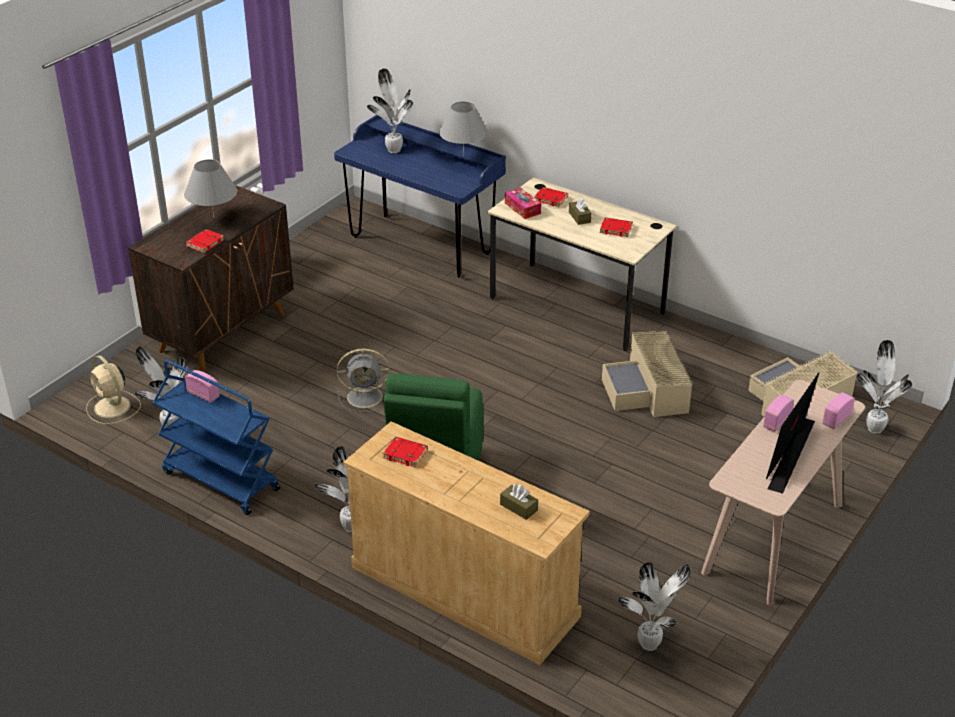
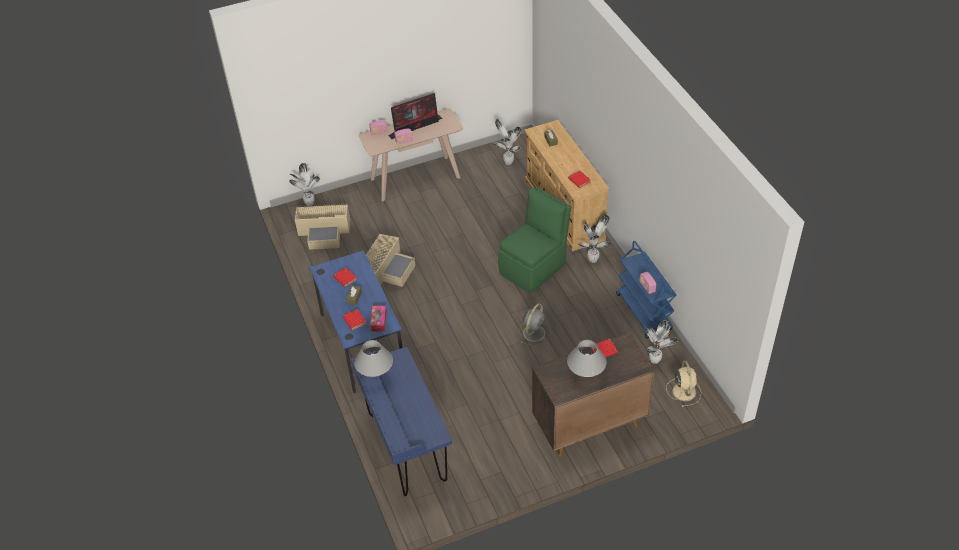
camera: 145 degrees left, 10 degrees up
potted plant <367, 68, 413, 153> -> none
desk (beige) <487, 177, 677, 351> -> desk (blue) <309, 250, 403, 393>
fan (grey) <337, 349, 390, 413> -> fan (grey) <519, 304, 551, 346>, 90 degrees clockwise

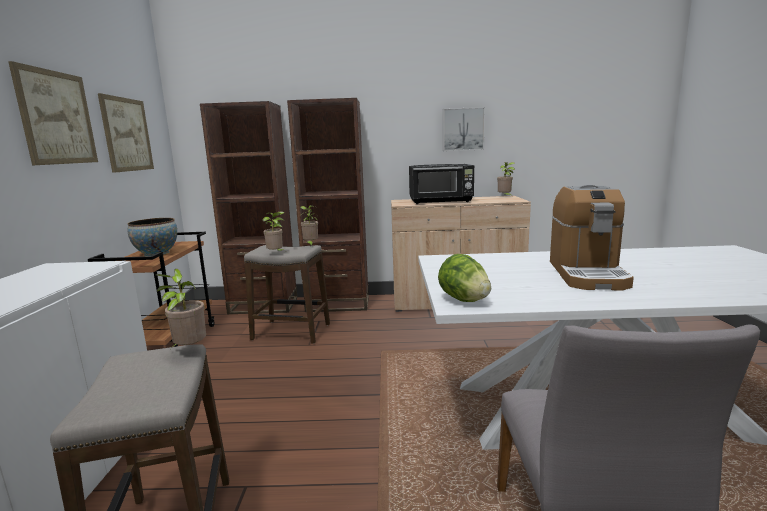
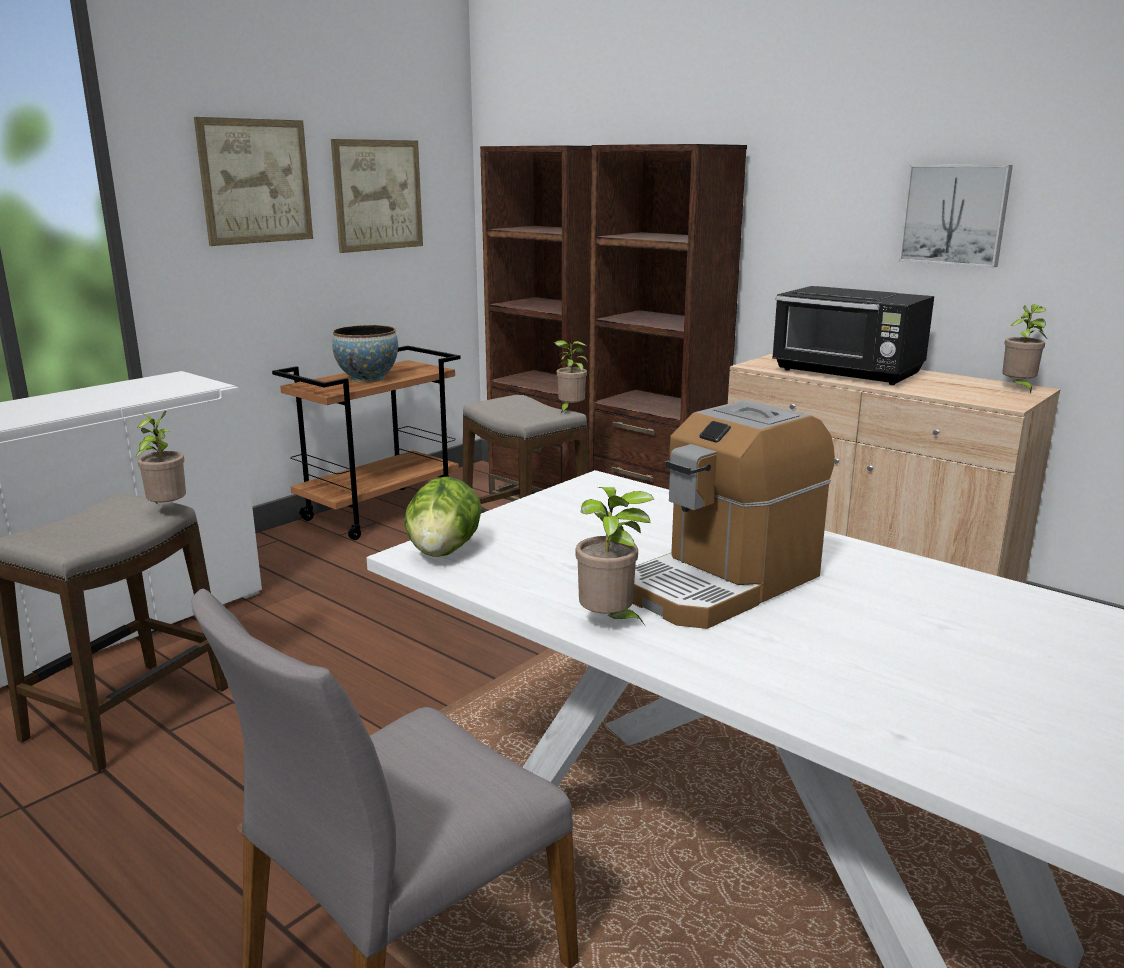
camera: 40 degrees right, 5 degrees up
potted plant <263, 212, 285, 251> -> potted plant <575, 487, 654, 625>, shifted

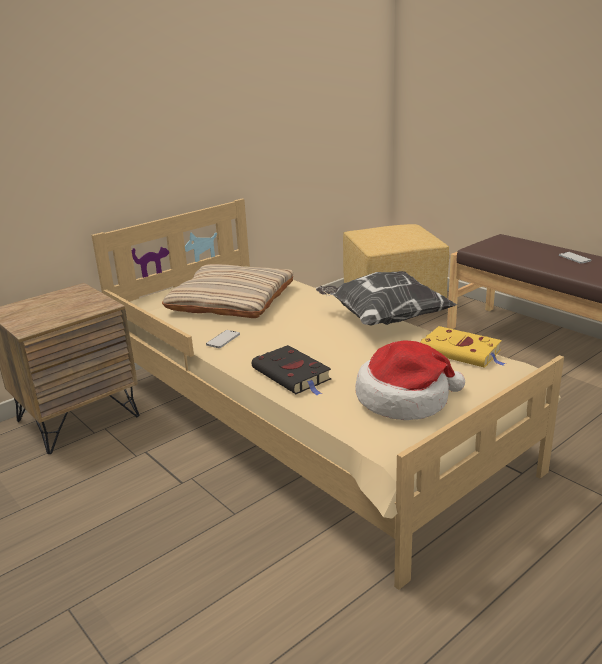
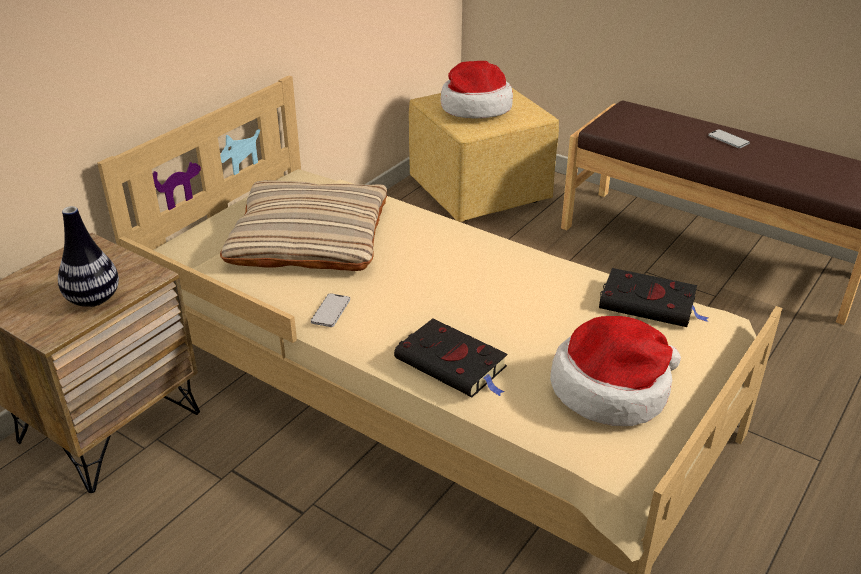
camera: 15 degrees left, 10 degrees up
pillow <316, 271, 457, 325> -> none
book (yellow) <420, 326, 506, 368> -> book (black) <599, 268, 709, 327>
none -> hat <441, 61, 513, 119>
none -> vase <58, 206, 119, 307>

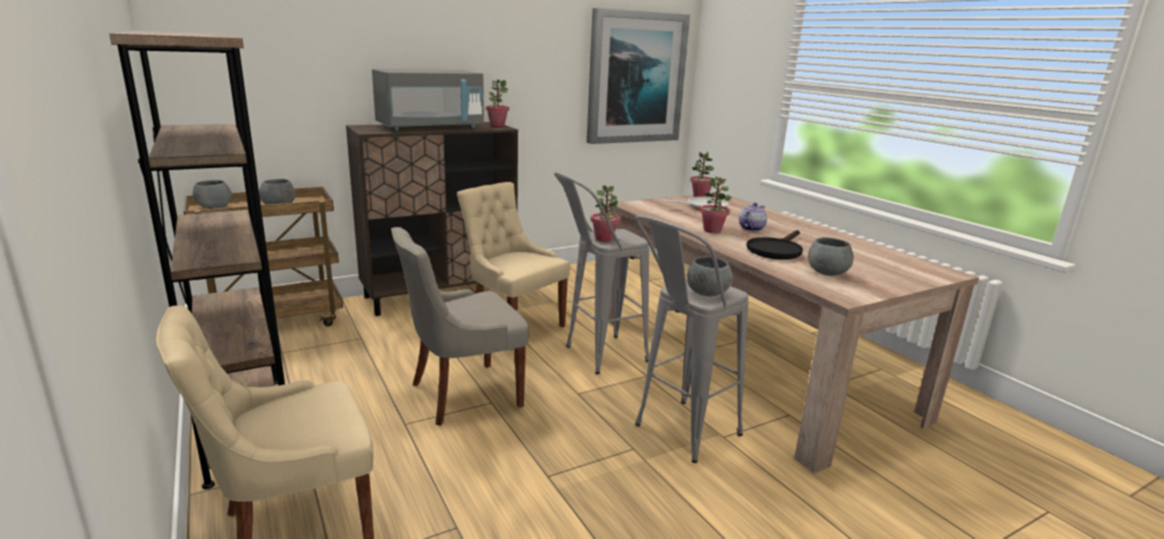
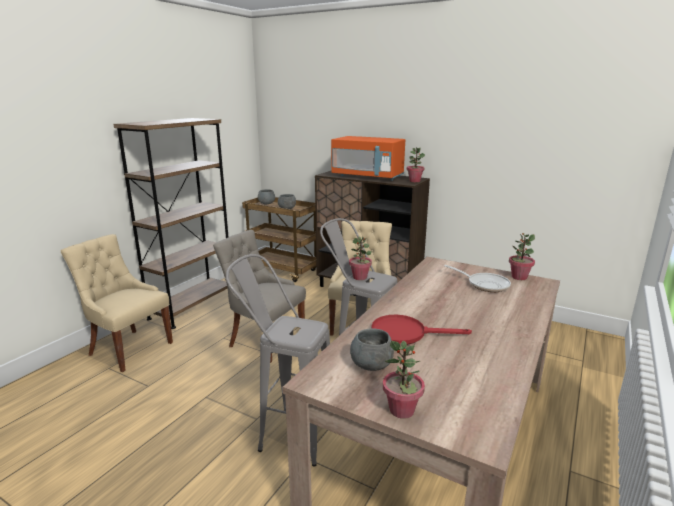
camera: 60 degrees right, 0 degrees up
picture <587, 8, 690, 144> -> none
microwave (grey) <372, 69, 484, 131> -> microwave (orange) <331, 136, 405, 181>
potted plant <700, 176, 731, 233> -> potted plant <383, 341, 425, 419>, shifted
teapot <739, 203, 767, 231> -> none
frying pan (black) <747, 230, 803, 260> -> frying pan (red) <371, 315, 472, 345>
bowl (grey) <687, 256, 733, 296> -> none

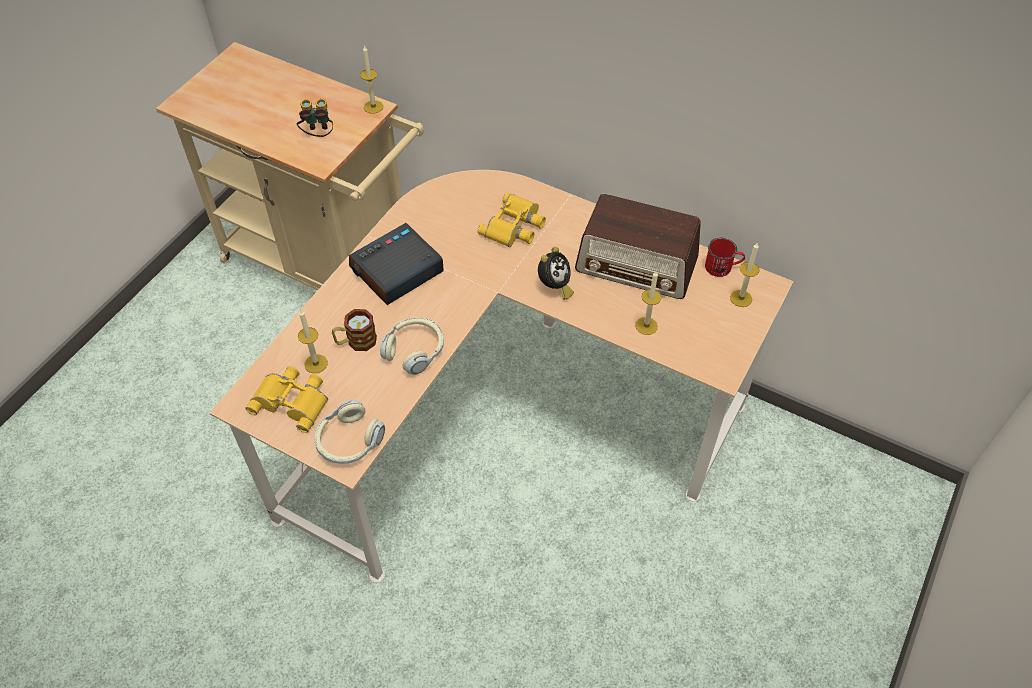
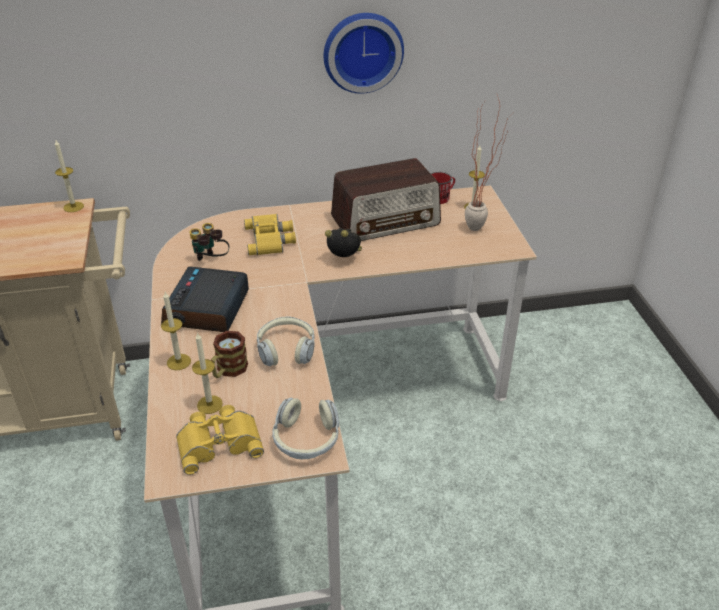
camera: 40 degrees left, 15 degrees down
binoculars <297, 98, 333, 137> -> binoculars <190, 223, 229, 261>, shifted
alarm clock <538, 247, 574, 300> -> alarm clock <325, 228, 362, 257>, 60 degrees counterclockwise
candle <635, 271, 661, 335> -> candle <161, 292, 191, 370>, shifted
none -> wall clock <324, 13, 404, 94>
none -> potted plant <465, 95, 510, 231>

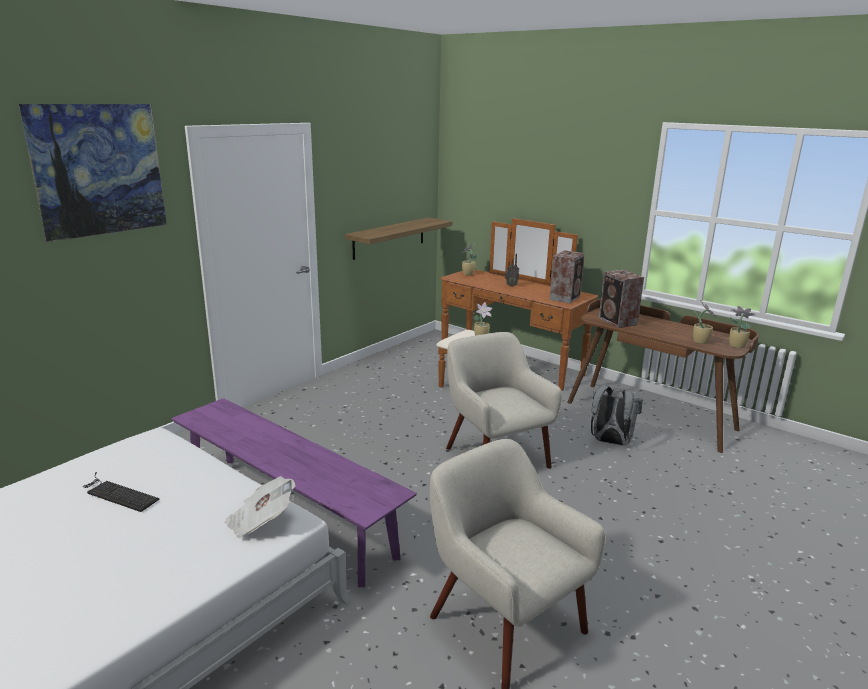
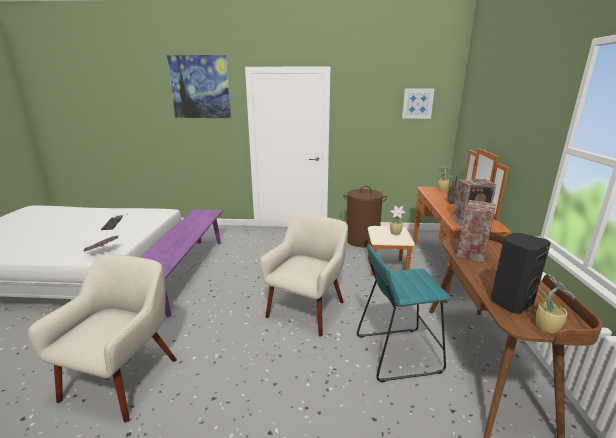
camera: 55 degrees right, 0 degrees up
shelf <345, 217, 452, 260> -> none
potted plant <693, 300, 716, 344> -> speaker (black) <491, 233, 551, 314>
backpack (grey) <591, 386, 643, 445> -> stool (turquoise) <357, 244, 451, 383>
none -> picture <402, 88, 435, 119>
none -> laundry basket (brown) <343, 186, 387, 247>

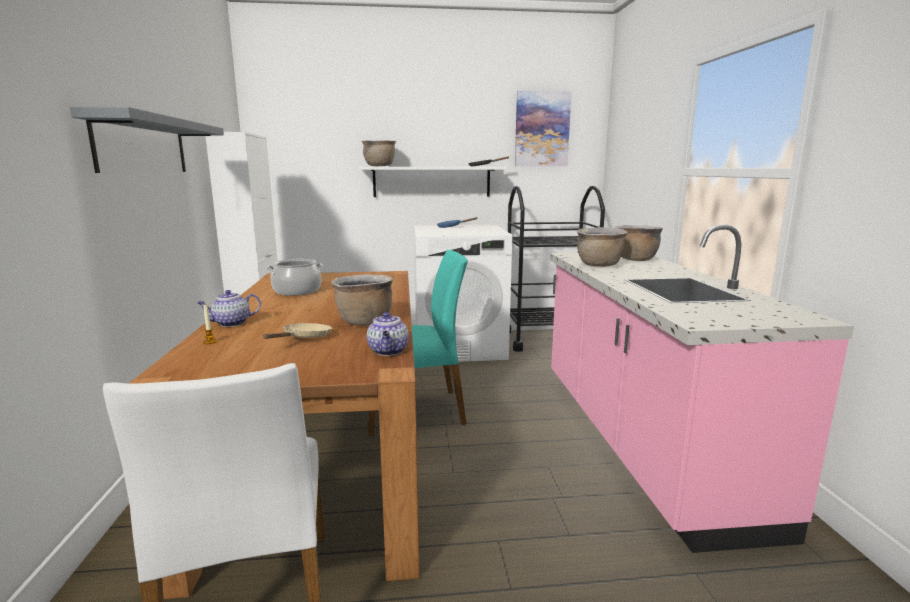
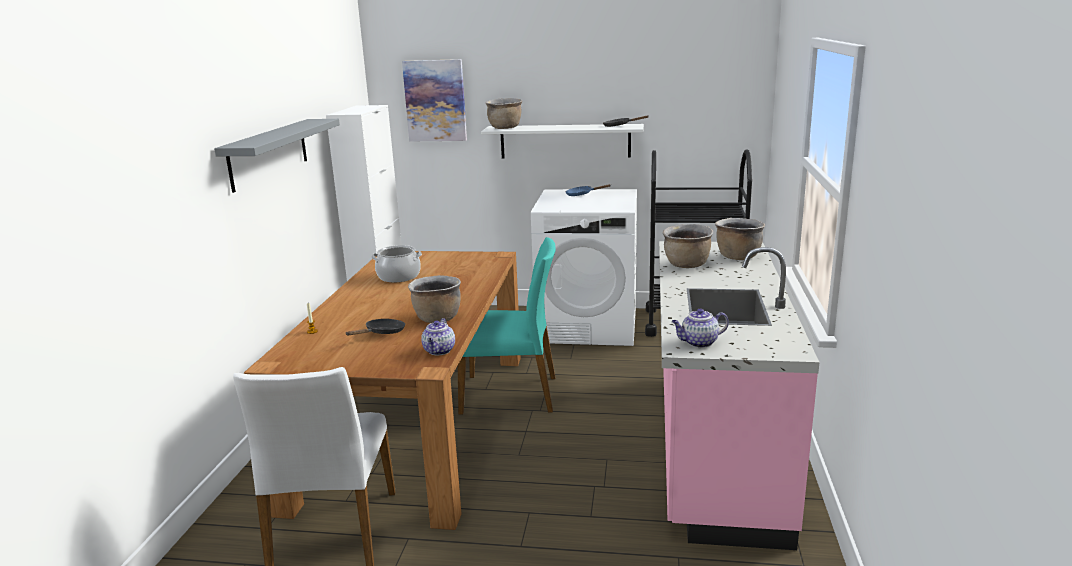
camera: 15 degrees right, 5 degrees up
picture <515, 91, 572, 166> -> picture <402, 59, 467, 141>, shifted
teapot <197, 290, 261, 327> -> teapot <671, 309, 729, 348>, shifted
frying pan (beige) <263, 323, 332, 339> -> frying pan (black) <345, 319, 405, 336>

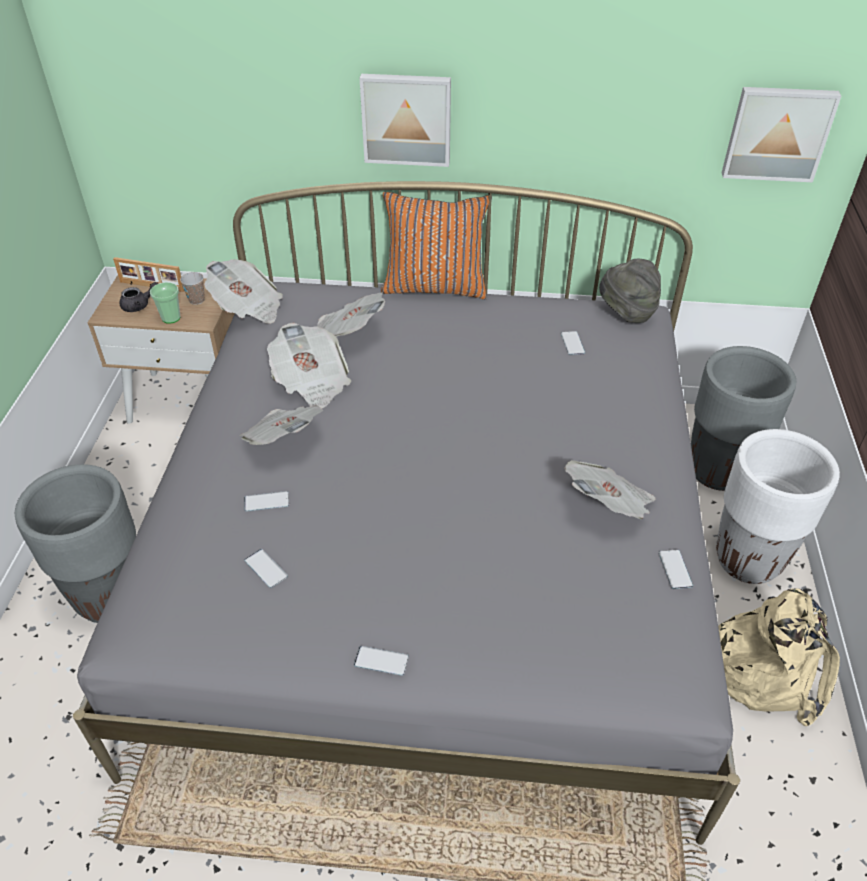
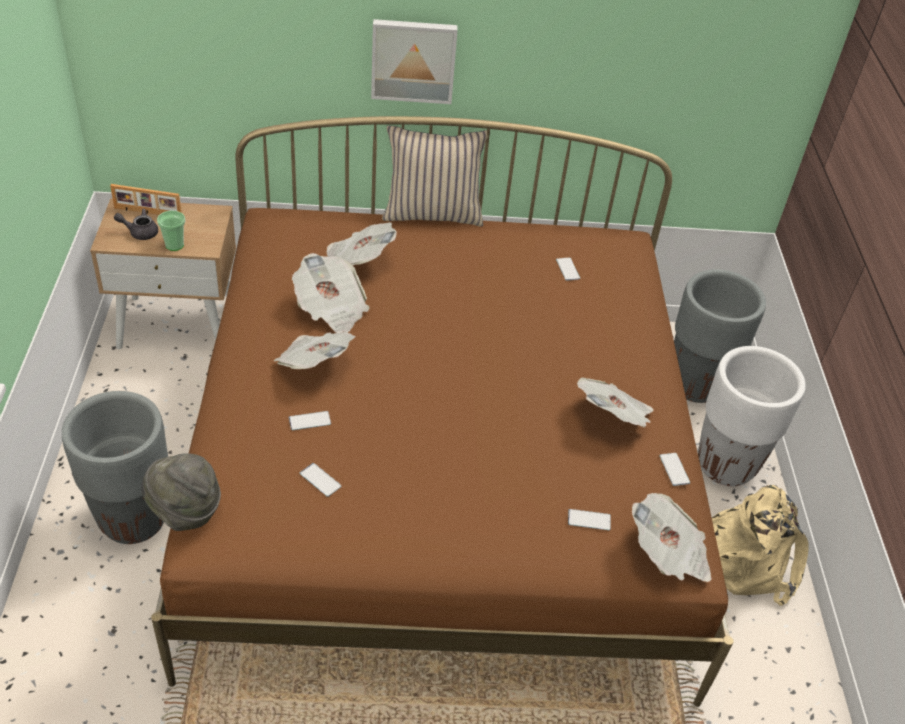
camera: 10 degrees left, 0 degrees up
picture <722, 87, 841, 182> -> none
bed (grey) <73, 181, 740, 845> -> bed (brown) <151, 116, 734, 707>
pillow (orange) <381, 192, 492, 299> -> pillow (beige) <382, 126, 490, 227>
newspaper <204, 259, 283, 324> -> newspaper <632, 493, 712, 582>, shifted
hat (grey) <599, 259, 661, 323> -> hat (grey) <141, 453, 221, 531>, shifted
cup <180, 272, 205, 305> -> none
teapot (grey) <120, 282, 158, 312> -> teapot (grey) <114, 209, 158, 240>, 150 degrees counterclockwise
phone <354, 646, 409, 676> -> phone <568, 509, 611, 530>, shifted

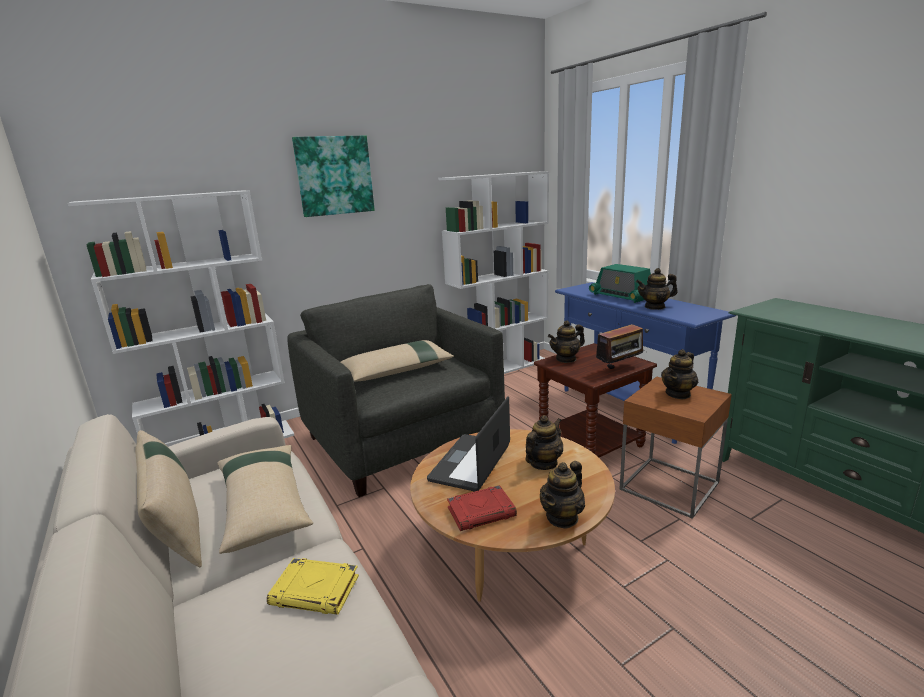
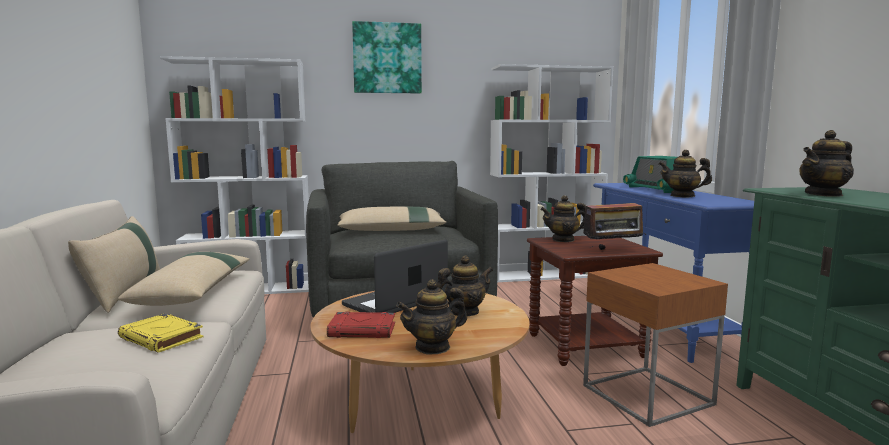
camera: 20 degrees right, 10 degrees down
teapot <661, 349, 698, 399> -> teapot <799, 130, 854, 197>, shifted

